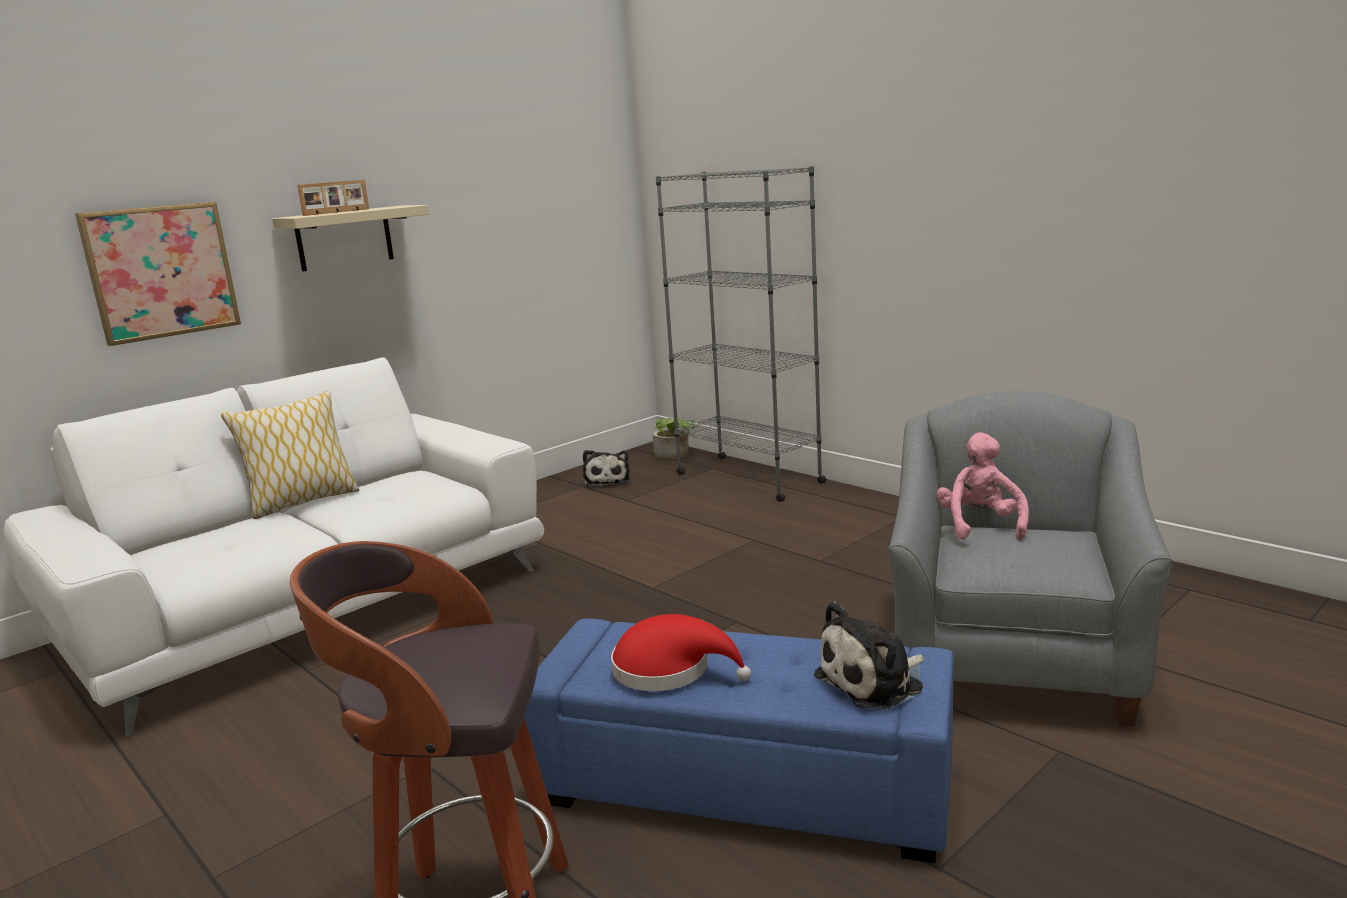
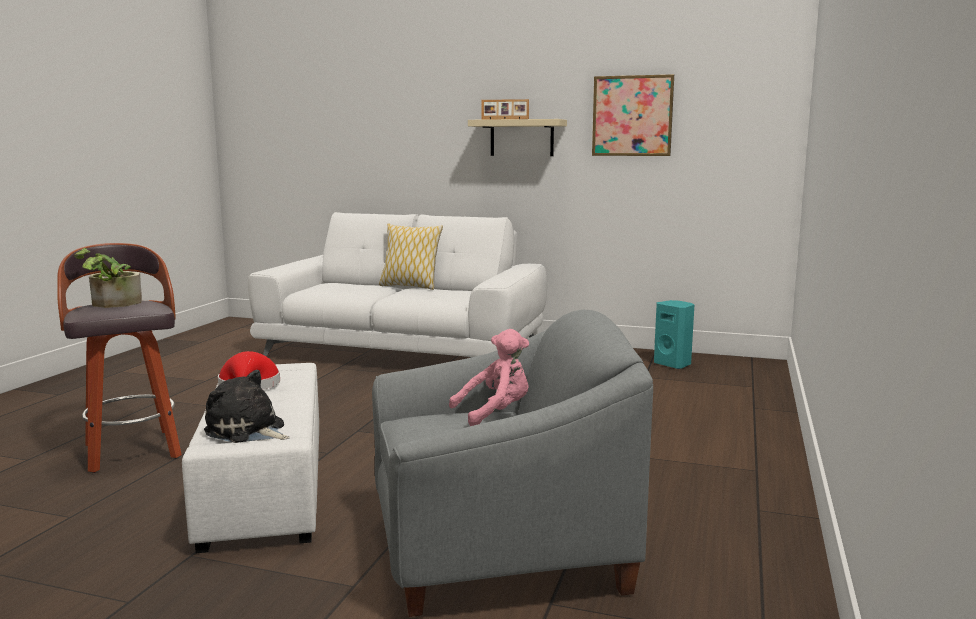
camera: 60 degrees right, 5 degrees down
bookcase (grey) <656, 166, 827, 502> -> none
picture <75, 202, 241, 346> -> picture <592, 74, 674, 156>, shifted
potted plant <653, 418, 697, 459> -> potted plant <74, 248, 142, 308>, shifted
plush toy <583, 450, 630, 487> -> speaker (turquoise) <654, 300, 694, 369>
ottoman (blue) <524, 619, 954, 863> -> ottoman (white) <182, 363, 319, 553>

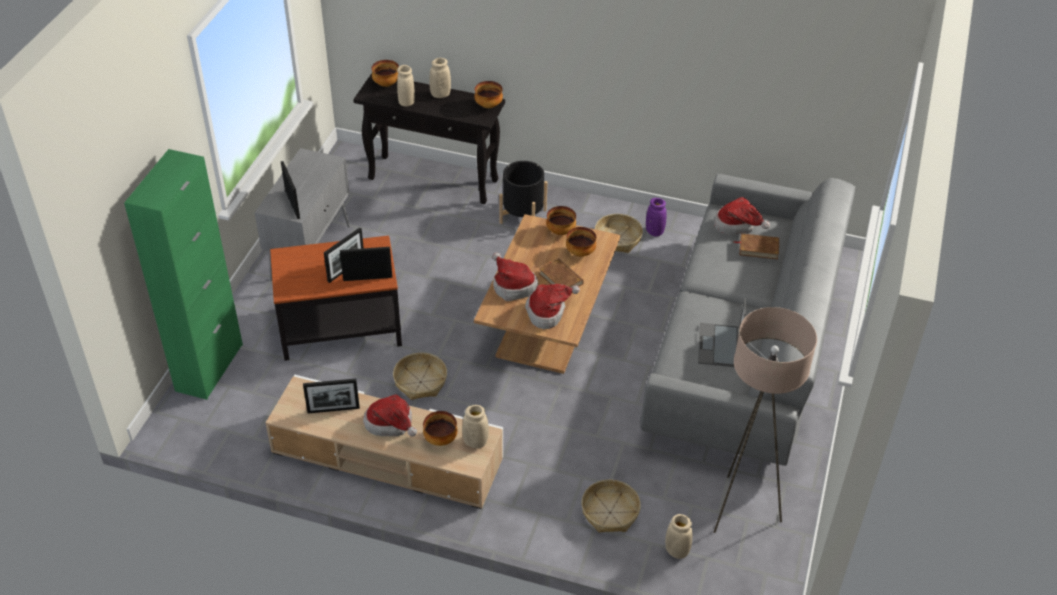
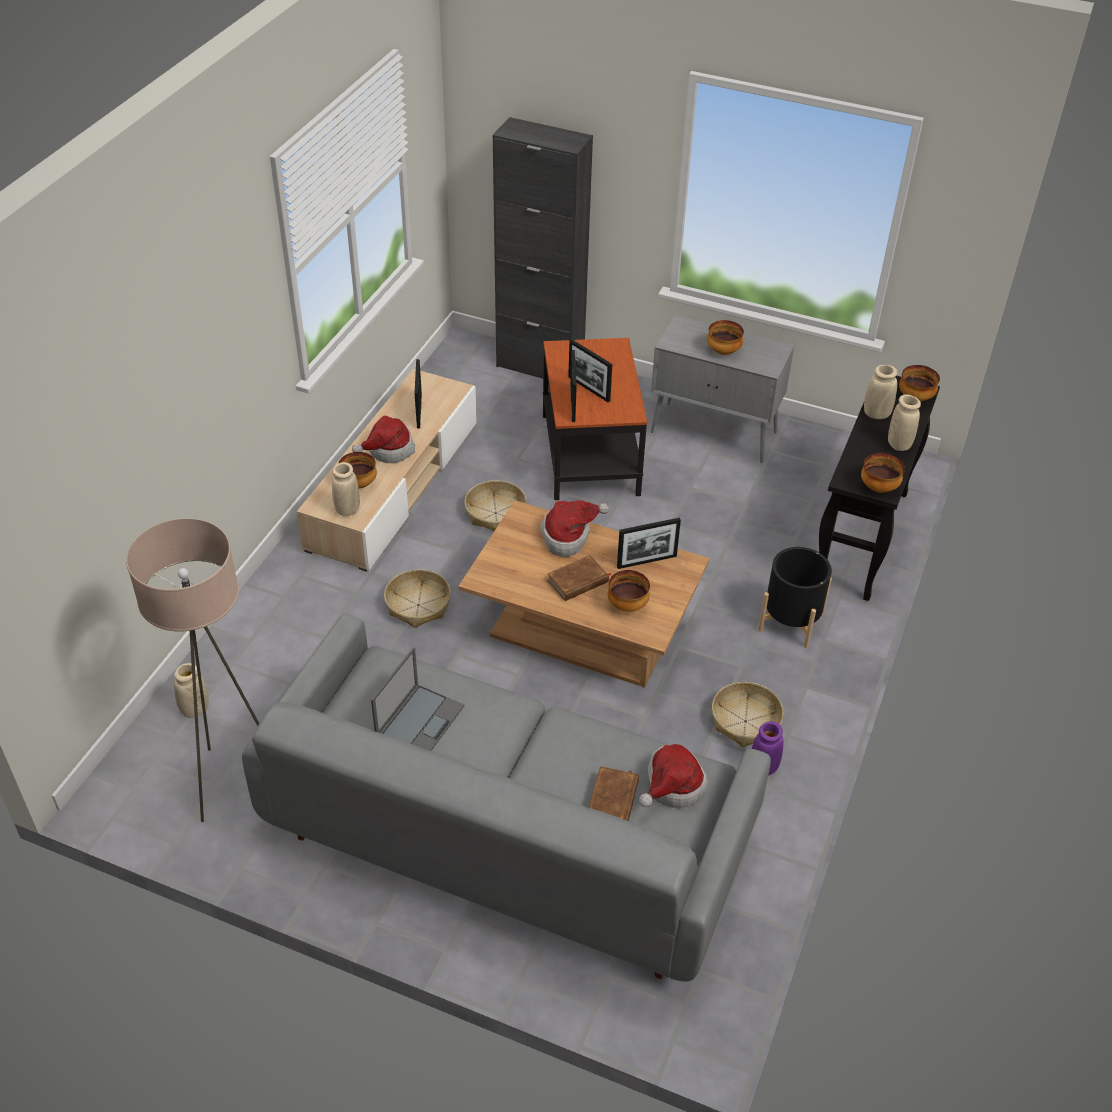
camera: 95 degrees right, 0 degrees up
cabinet (green) <124, 149, 243, 400> -> cabinet (black) <493, 117, 593, 378>
picture frame <281, 161, 300, 219> -> picture frame <617, 518, 681, 569>, shifted
bowl <546, 206, 576, 235> -> bowl <707, 320, 744, 355>, shifted
hat <525, 284, 580, 329> -> none
laptop <698, 298, 746, 367> -> laptop <371, 647, 465, 751>, 105 degrees clockwise
basket <582, 479, 641, 533> -> basket <384, 569, 451, 628>, shifted

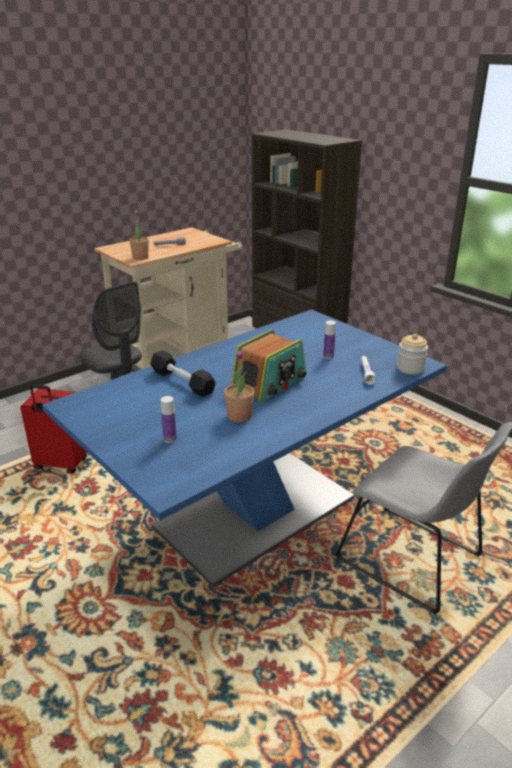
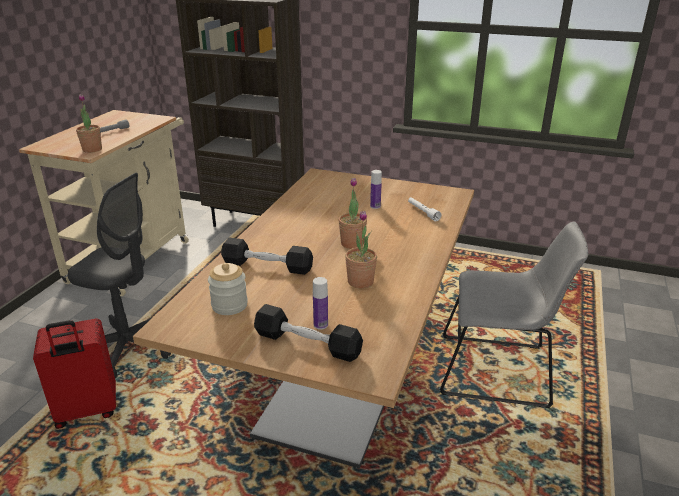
camera: 30 degrees left, 0 degrees up
dining table (blue) <42, 309, 447, 587> -> dining table (brown) <133, 168, 474, 468>
radio <231, 330, 306, 402> -> potted plant <339, 178, 367, 249>
jar <397, 334, 428, 375> -> jar <208, 263, 248, 315>, shifted
none -> dumbbell (black) <254, 304, 363, 362>

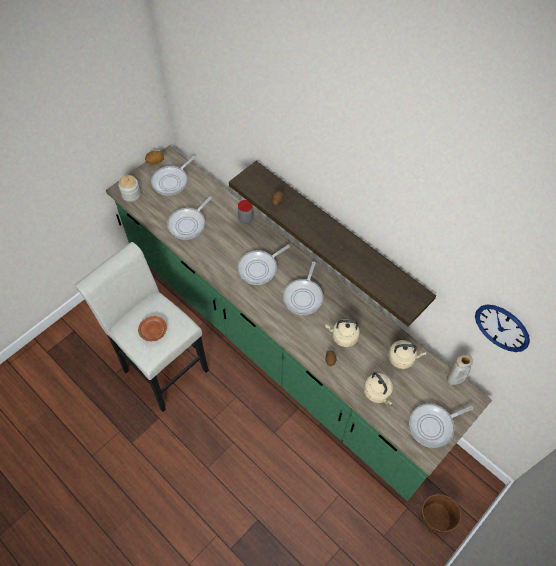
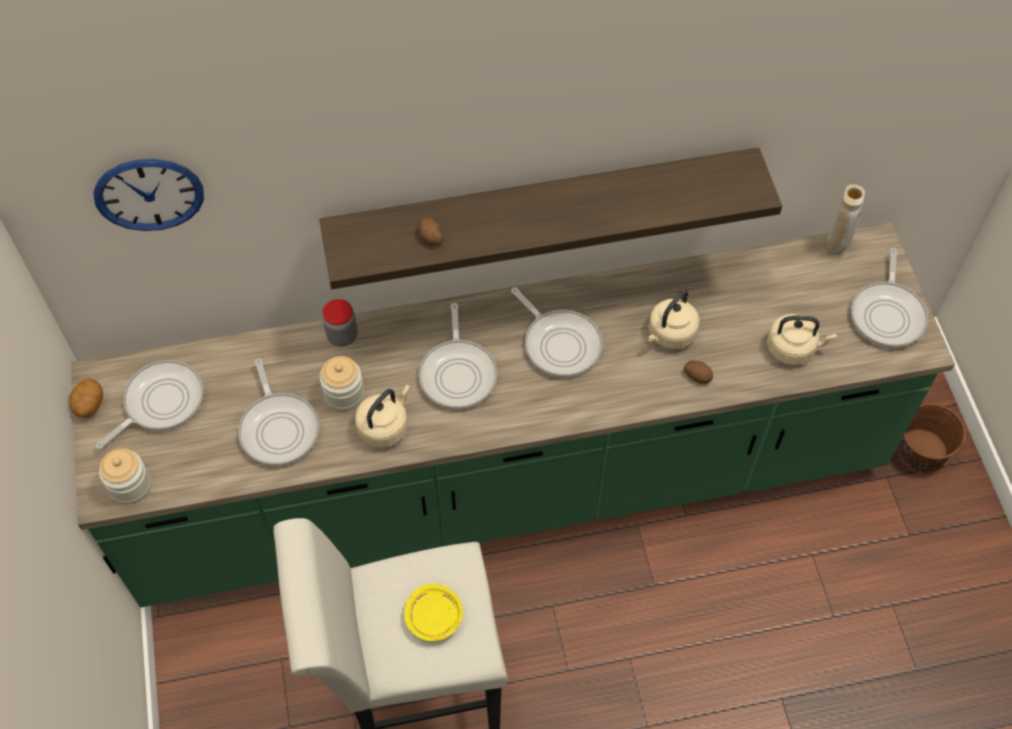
camera: 55 degrees left, 0 degrees up
frying pan <151, 156, 195, 196> -> frying pan <96, 360, 203, 449>, 120 degrees counterclockwise
wall clock <475, 305, 530, 352> -> wall clock <94, 159, 204, 231>, shifted
plate (brown) <138, 316, 167, 341> -> plate (yellow) <404, 584, 463, 641>
kettle (beige) <388, 340, 426, 369> -> kettle (beige) <355, 385, 411, 448>, shifted
none -> jar <319, 356, 364, 411>

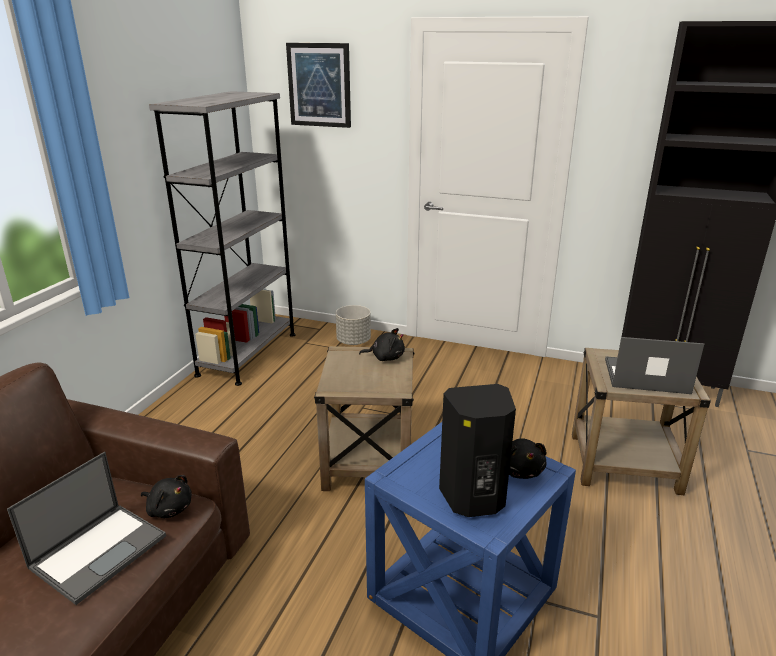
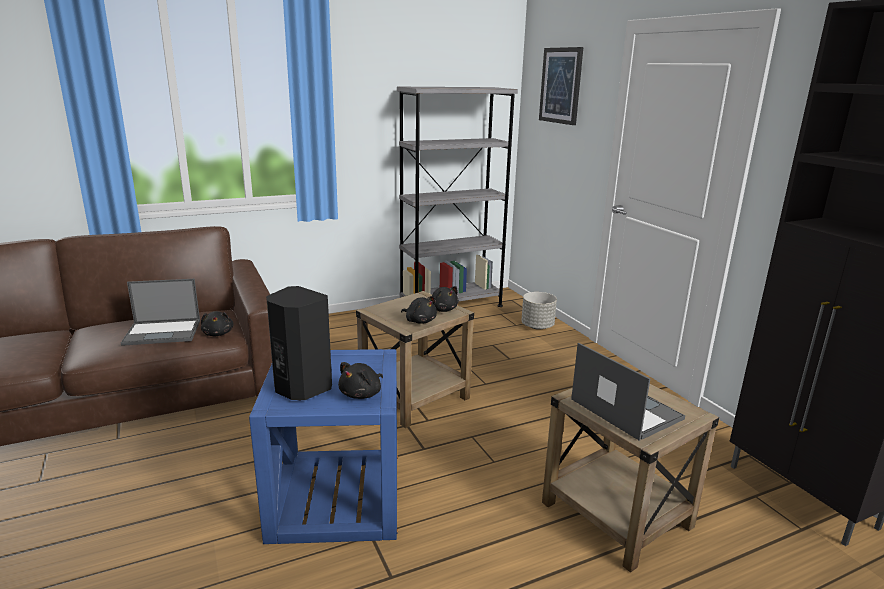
camera: 45 degrees right, 5 degrees down
none -> plush toy (black) <401, 296, 437, 324>

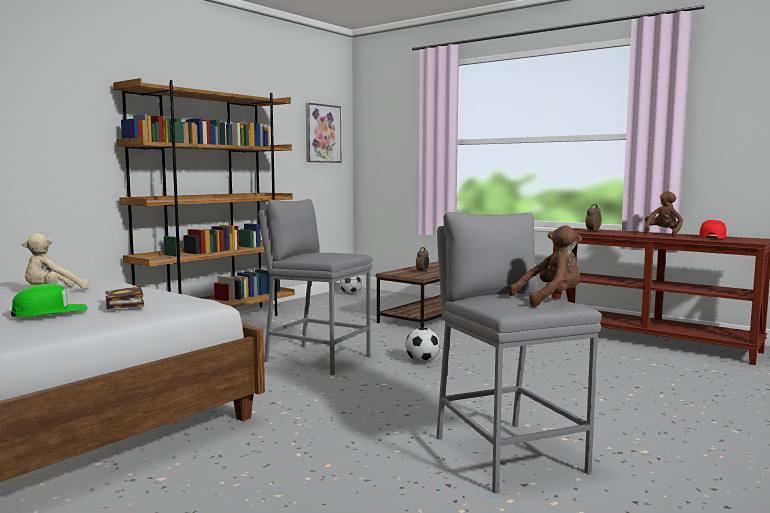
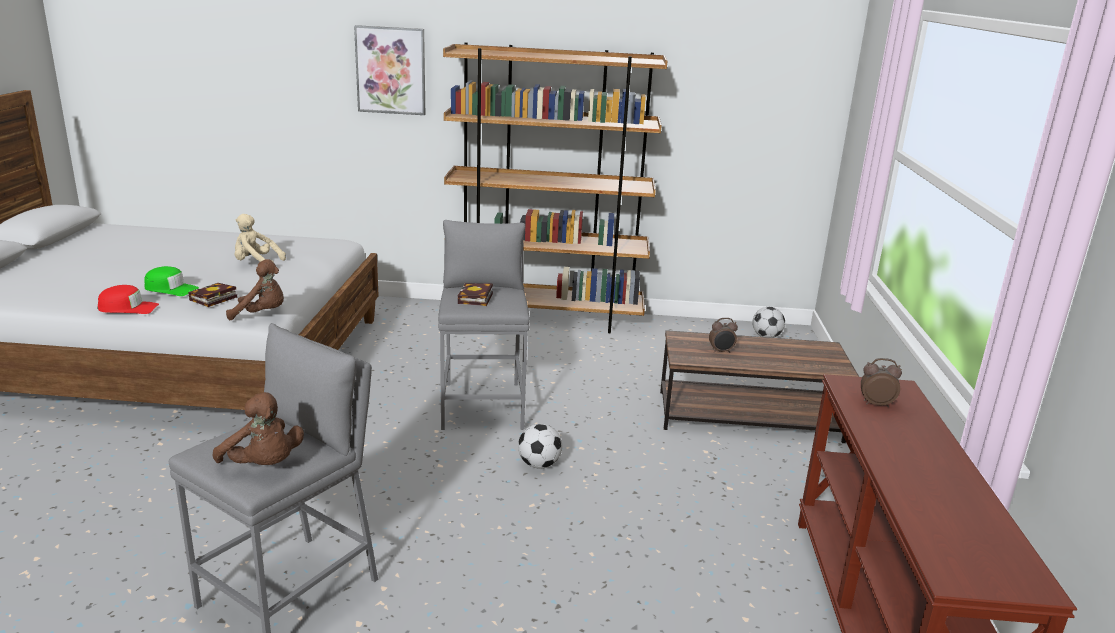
camera: 55 degrees right, 15 degrees up
picture <306, 103, 341, 163> -> picture <354, 25, 425, 115>, shifted
plush toy (brown) <644, 191, 683, 237> -> plush toy (brown) <226, 259, 284, 320>, shifted
cap (red) <699, 220, 727, 239> -> cap (red) <97, 285, 159, 314>, shifted
none -> book <458, 283, 493, 306>

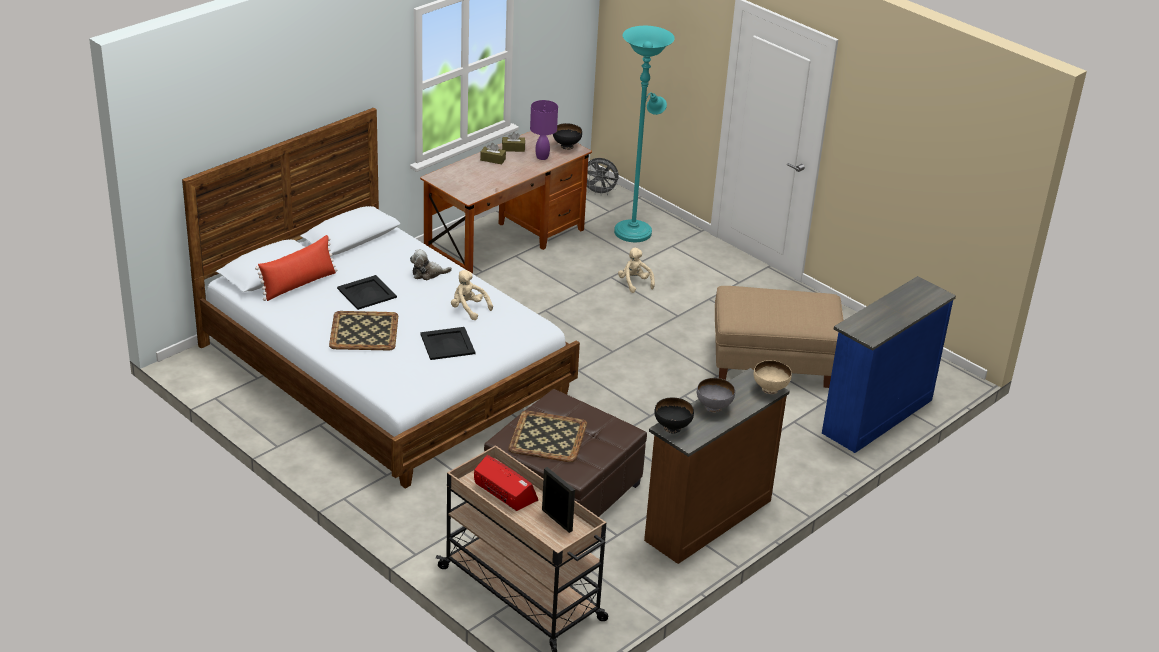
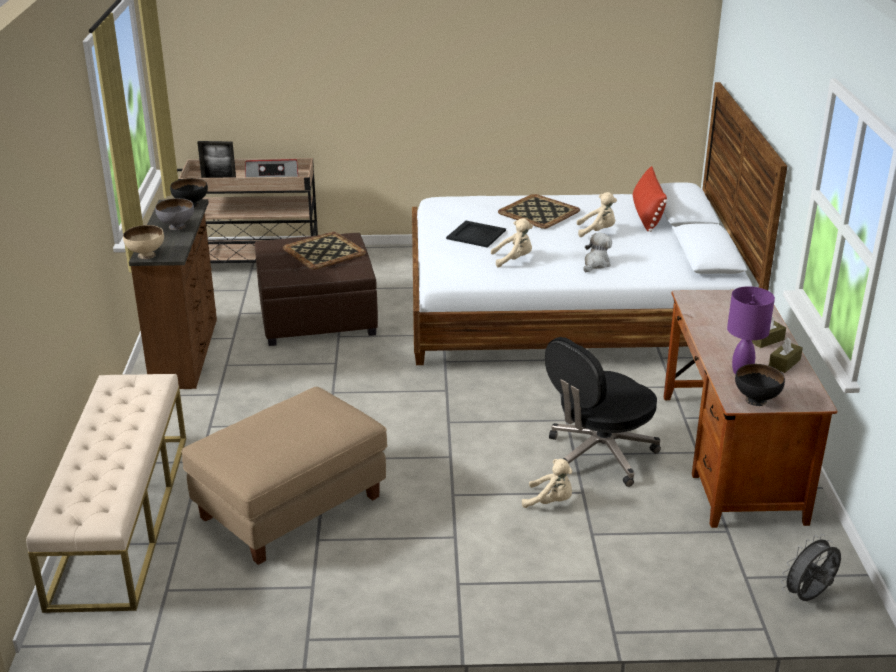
camera: 135 degrees right, 5 degrees down
floor lamp (turquoise) <614, 26, 675, 242> -> none
tray (black) <337, 275, 397, 310> -> plush toy (beige) <577, 192, 617, 237>
dresser (blue) <822, 276, 956, 453> -> bench (beige) <26, 374, 186, 613>
none -> office chair (black) <545, 337, 661, 487>

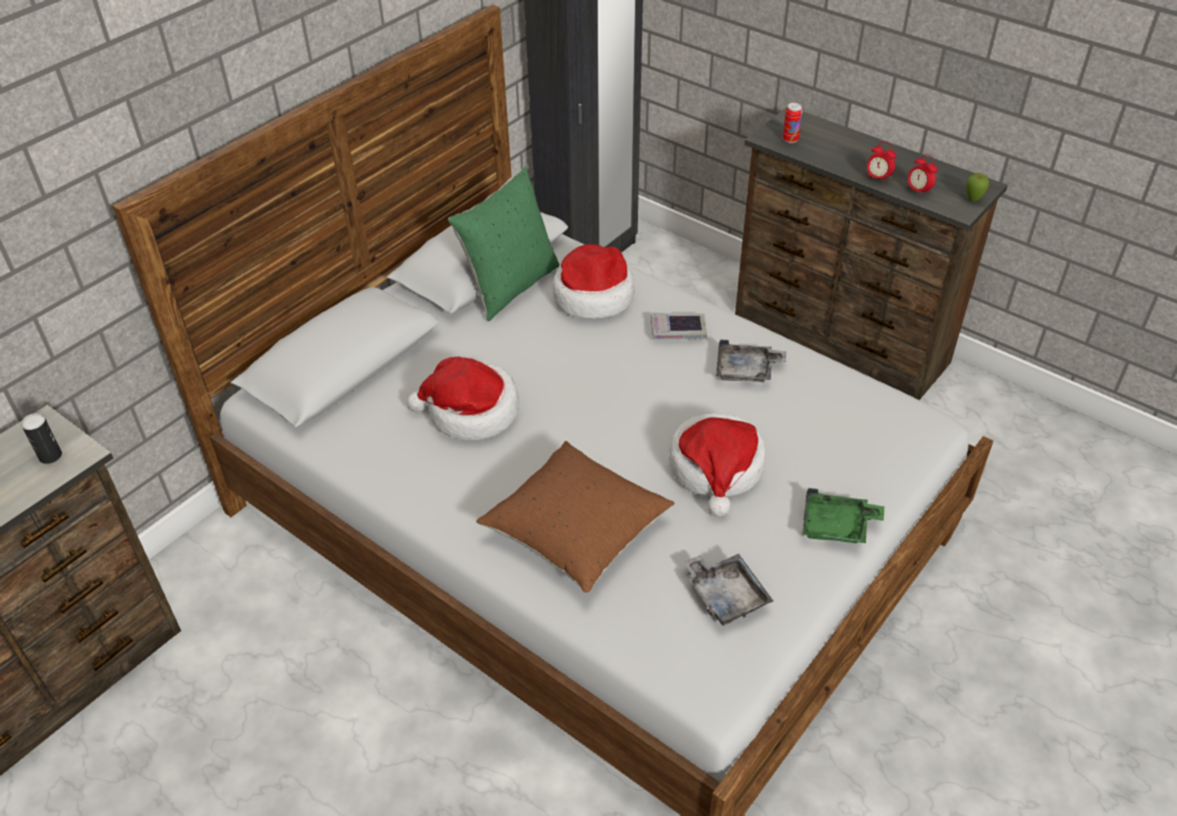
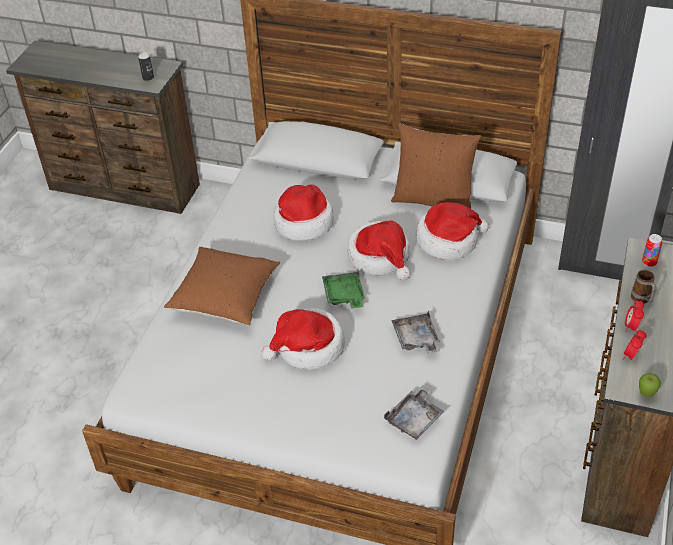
camera: 70 degrees right, 0 degrees up
pillow (green) <448, 166, 560, 321> -> pillow (brown) <391, 124, 481, 209>
book <651, 312, 707, 340> -> none
tray (green) <802, 488, 884, 543> -> tray (green) <322, 271, 365, 308>, shifted
tray (grey) <683, 554, 773, 626> -> tray (grey) <384, 386, 444, 440>, shifted
none -> hat <347, 220, 410, 281>
none -> mug <631, 270, 656, 303>

